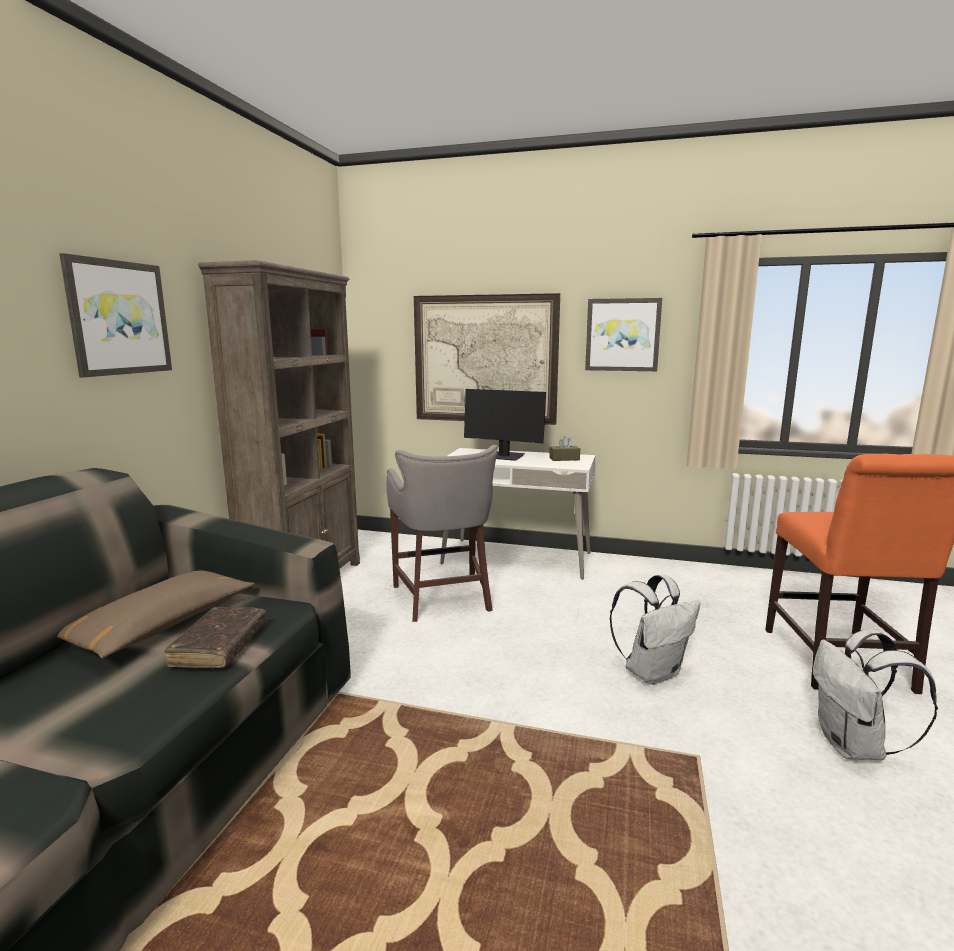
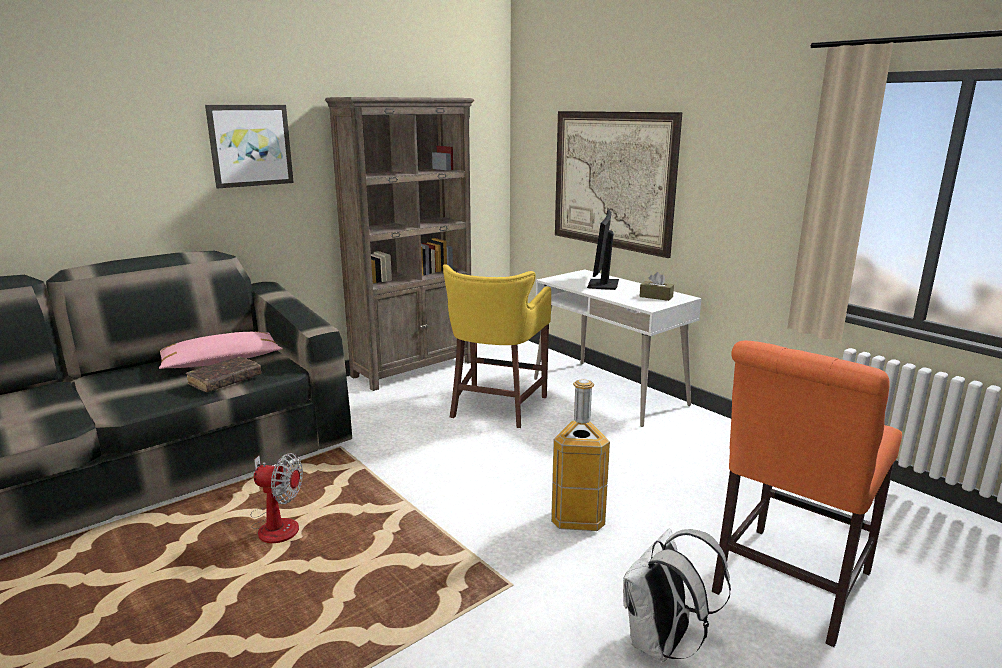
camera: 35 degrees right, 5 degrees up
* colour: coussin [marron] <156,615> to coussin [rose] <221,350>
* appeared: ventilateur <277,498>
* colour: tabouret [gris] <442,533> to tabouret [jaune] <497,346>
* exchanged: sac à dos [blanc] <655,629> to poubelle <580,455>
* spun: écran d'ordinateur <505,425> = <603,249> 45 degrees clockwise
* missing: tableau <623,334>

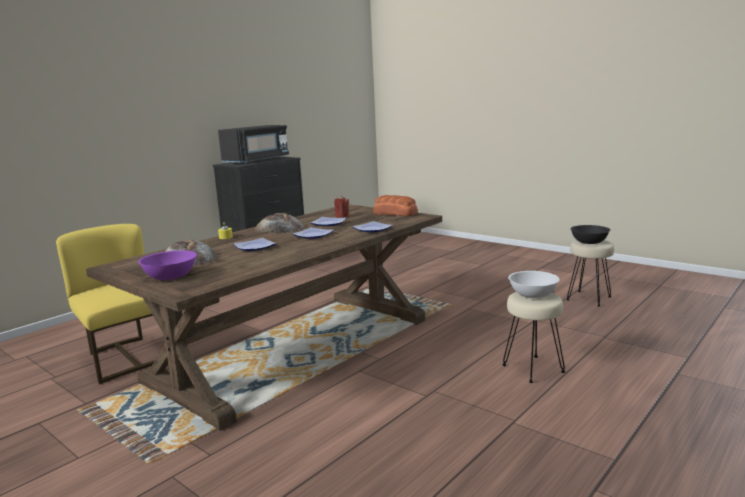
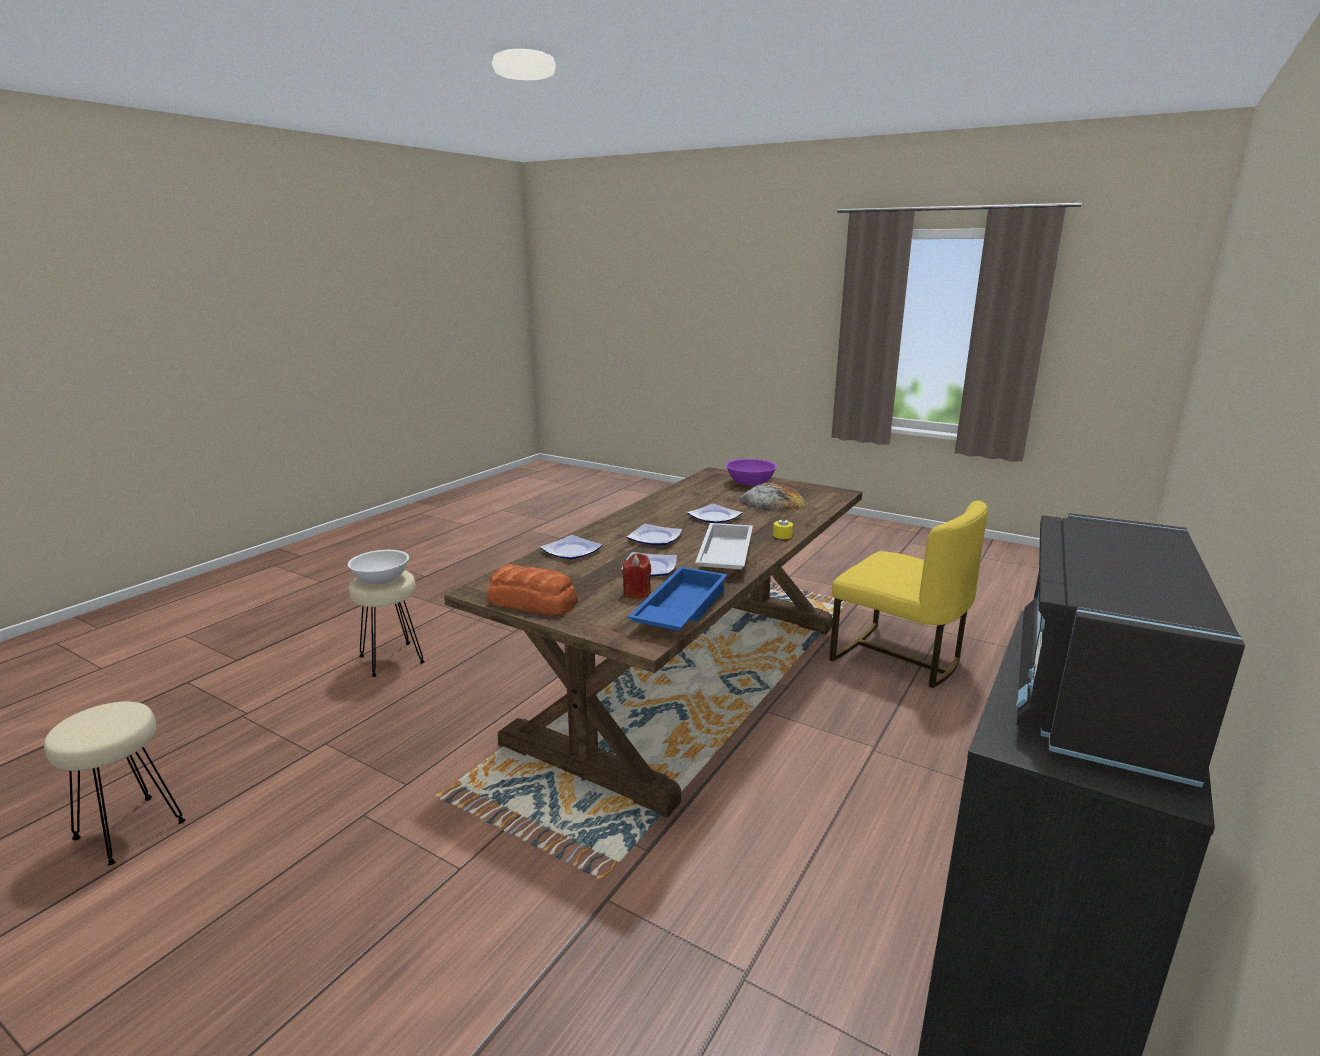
camera: 170 degrees right, 5 degrees up
* appeared: plateau [bleu] <678,598>
* exchanged: pain <280,223> to plateau [blanc] <724,546>
* missing: bol [noir] <590,234>

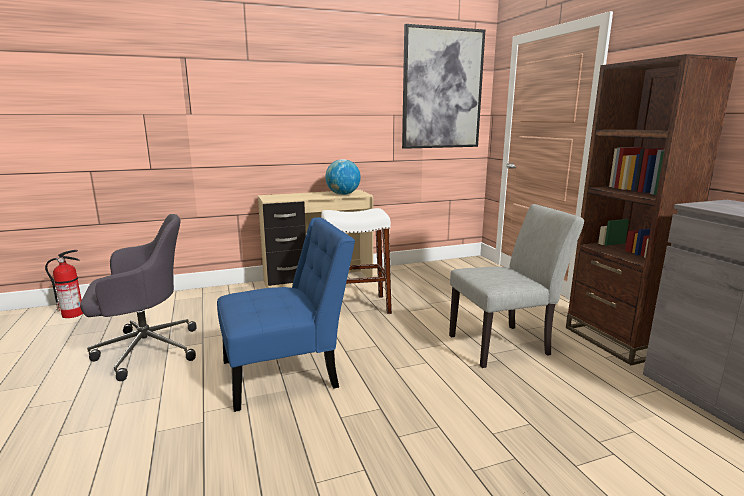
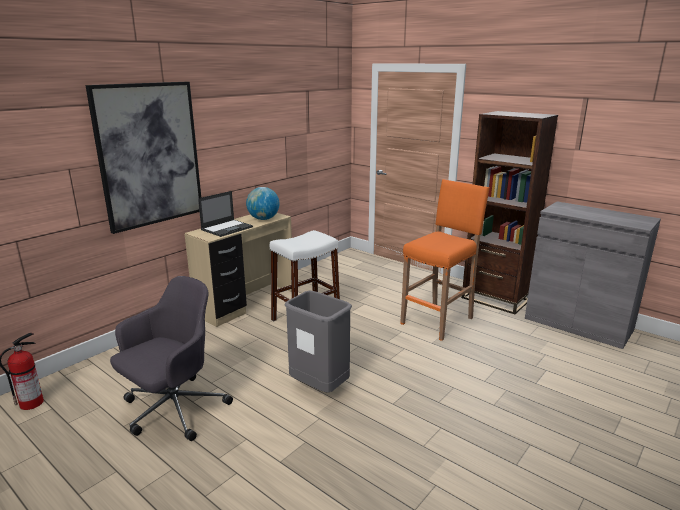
camera: 30 degrees left, 5 degrees up
* relocated: tableau <443,86> to <143,158>
* appeared: ordinateur portable <225,214>
* exchanged: chaise [bleu] <286,314> to poubelle [gris] <318,342>
* exchanged: chaise [gris] <516,286> to tabouret [orange] <445,260>

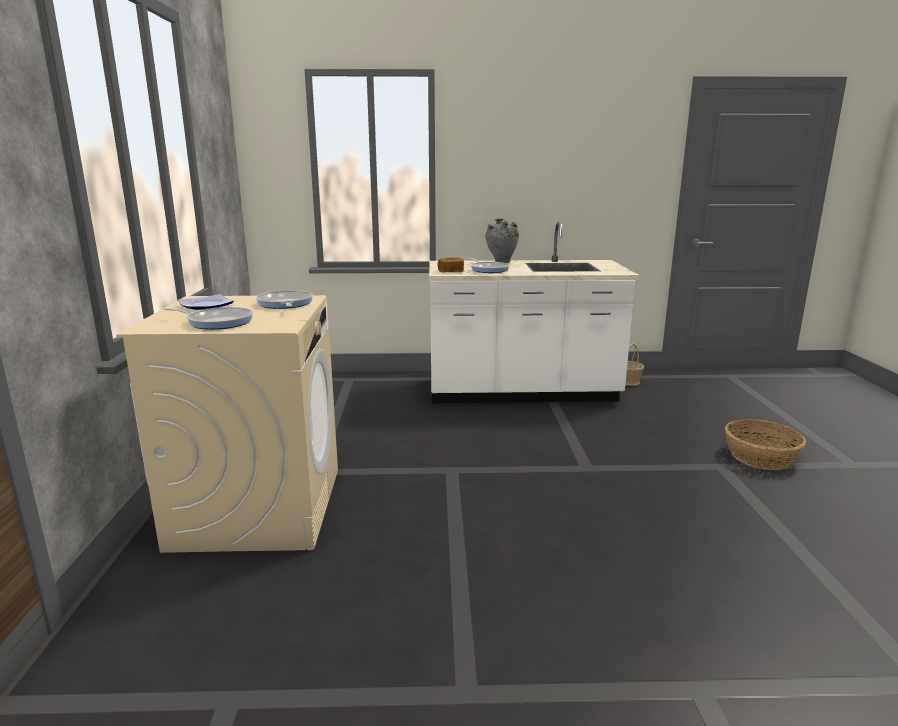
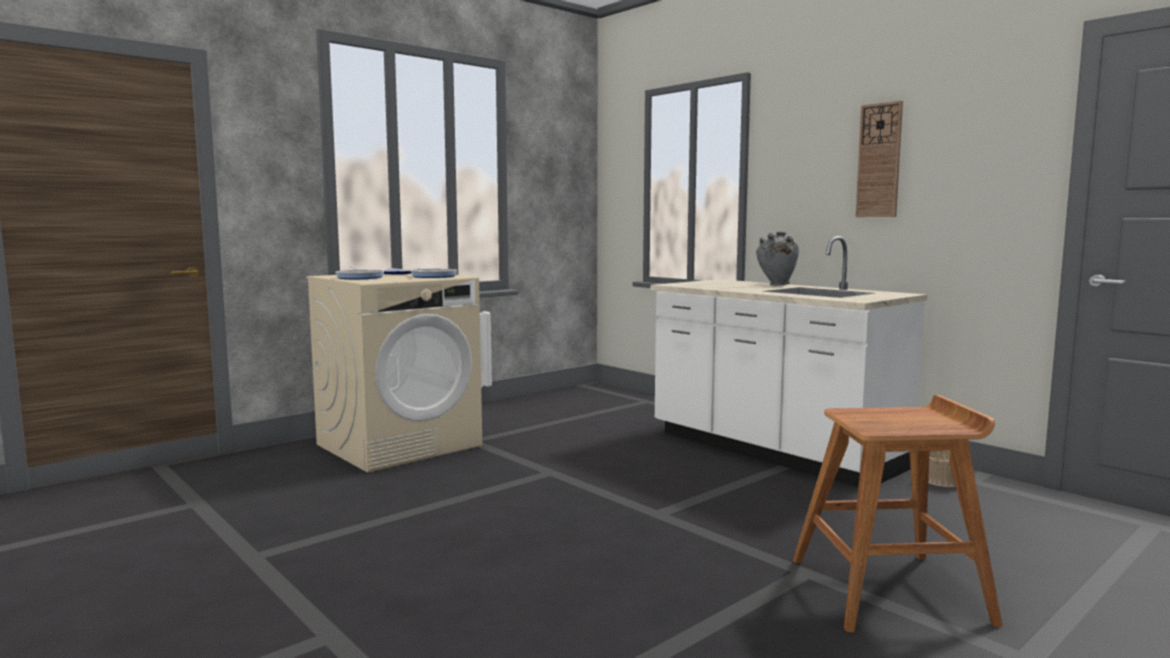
camera: 50 degrees right, 10 degrees down
* exchanged: panier <765,444> to tabouret [marron] <898,513>
* appeared: horloge murale <879,159>
* missing: pain <450,264>
* missing: poêle <489,265>

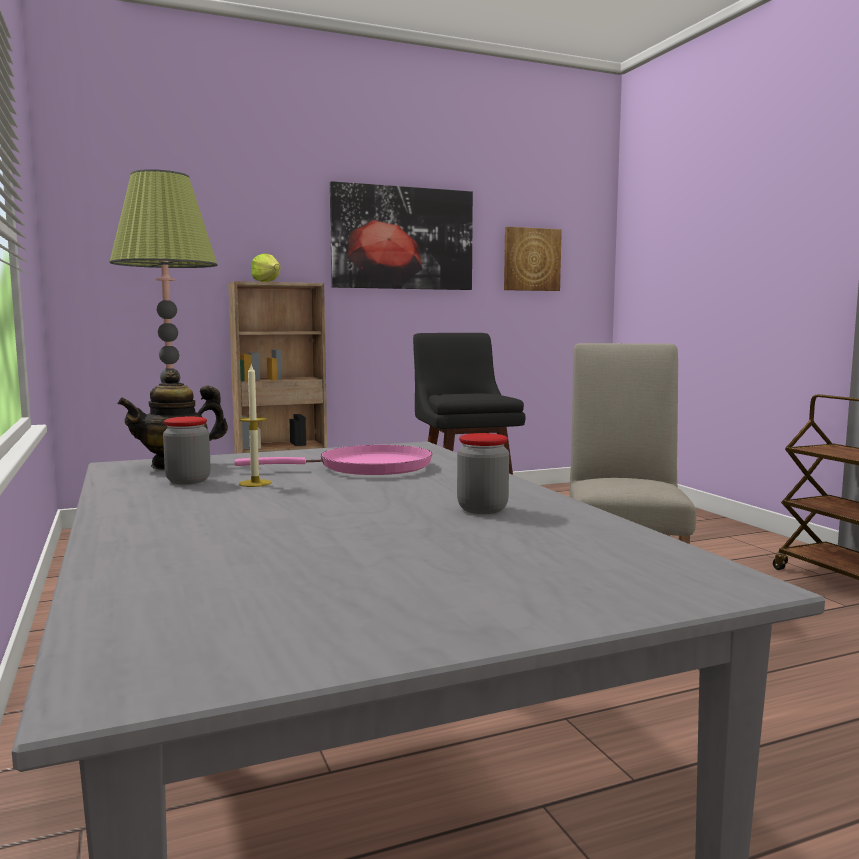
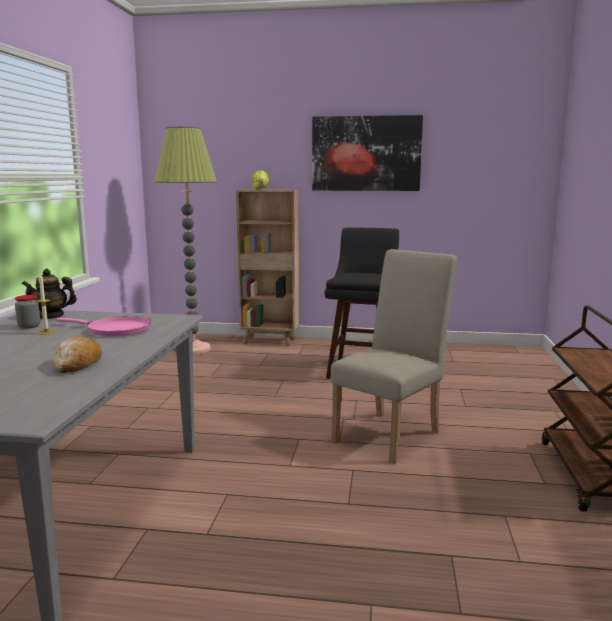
camera: 30 degrees right, 5 degrees up
* exchanged: bocal <483,473> to pain <76,355>
* missing: tableau <533,259>

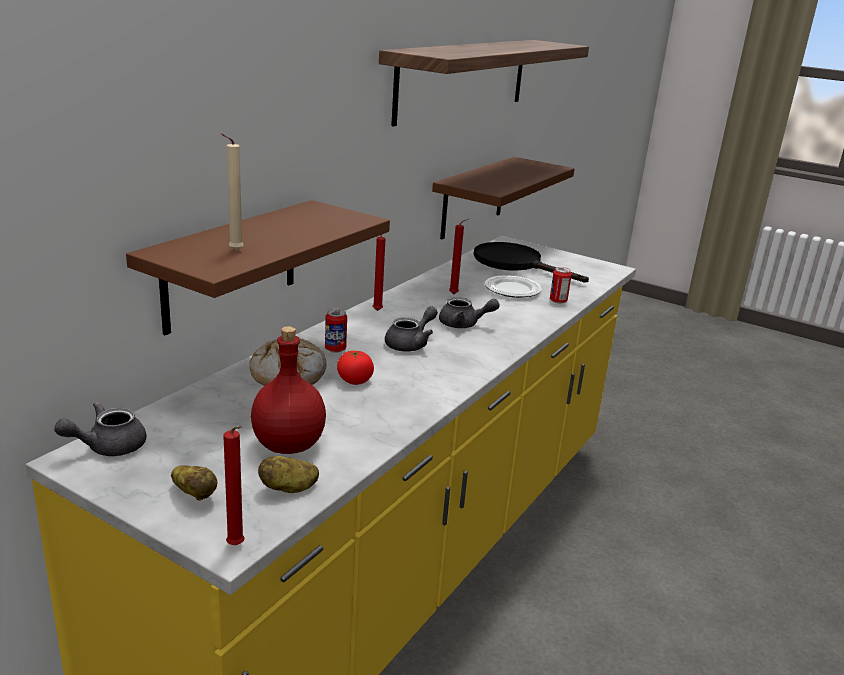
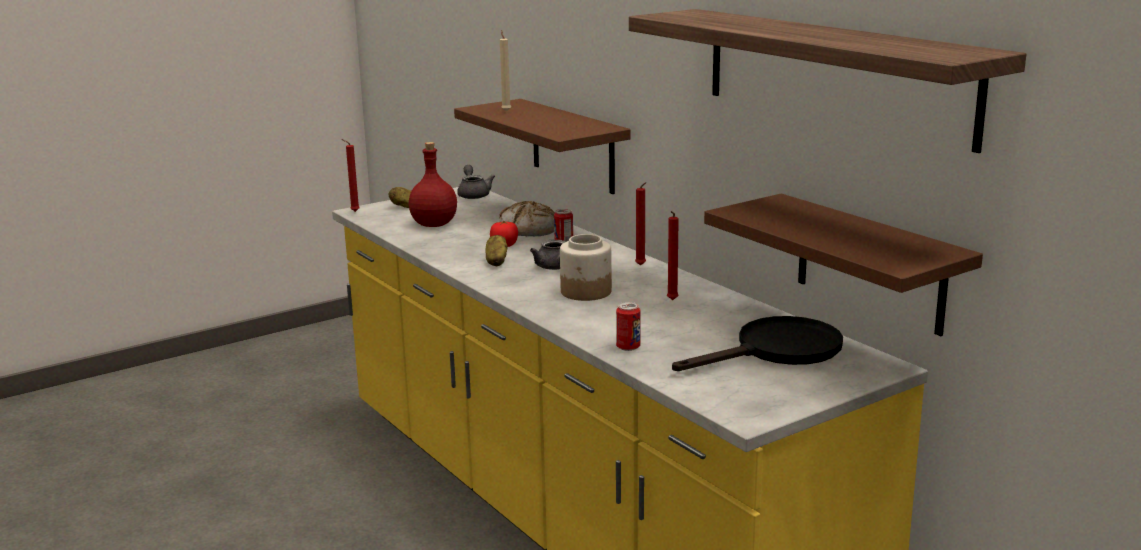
camera: 115 degrees right, 5 degrees down
* relocated: pomme de terre <288,474> to <496,251>
* exchanged: théière [gris] <469,312> to bocal <586,267>
* missing: assiette <513,286>

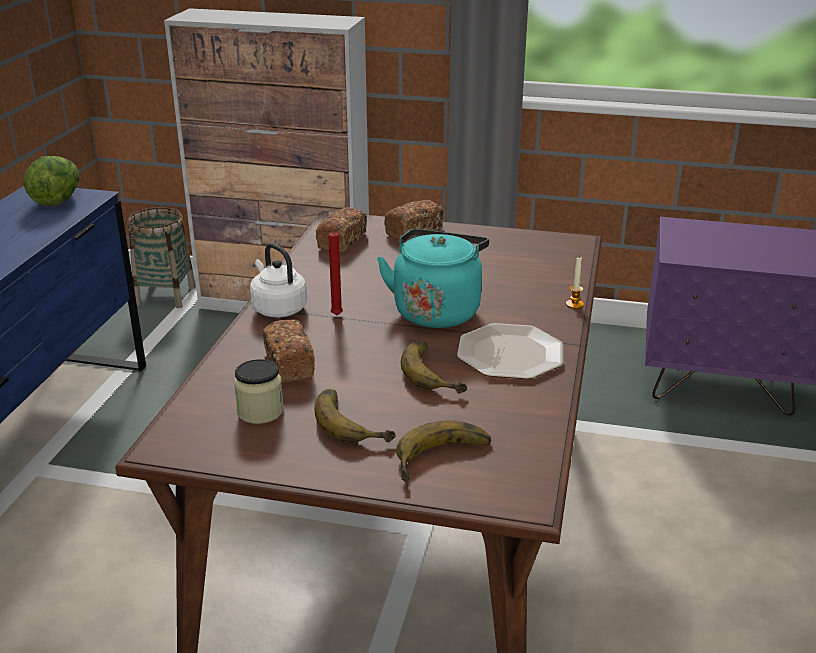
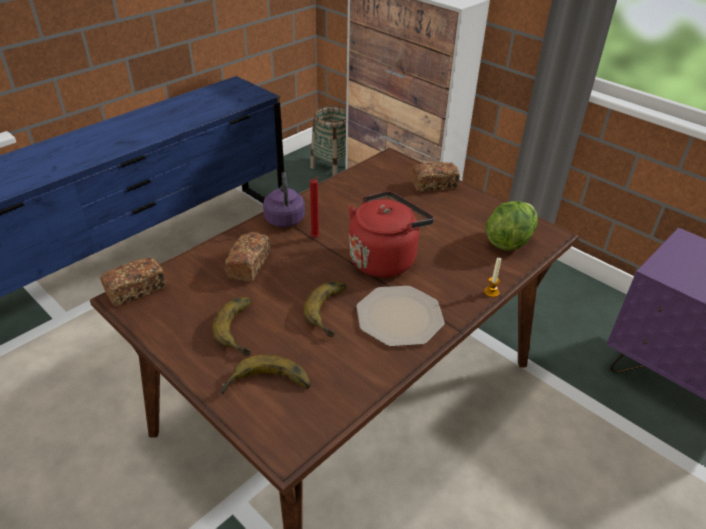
camera: 30 degrees right, 10 degrees up
* relocated: pain <341,230> to <133,282>
* colour: bouilloire [blanc] <278,280> to bouilloire [violet] <284,199>
* colour: bouilloire [turquoise] <433,278> to bouilloire [rouge] <391,234>
* relocated: laitue <51,181> to <512,226>
* missing: bocal <259,391>

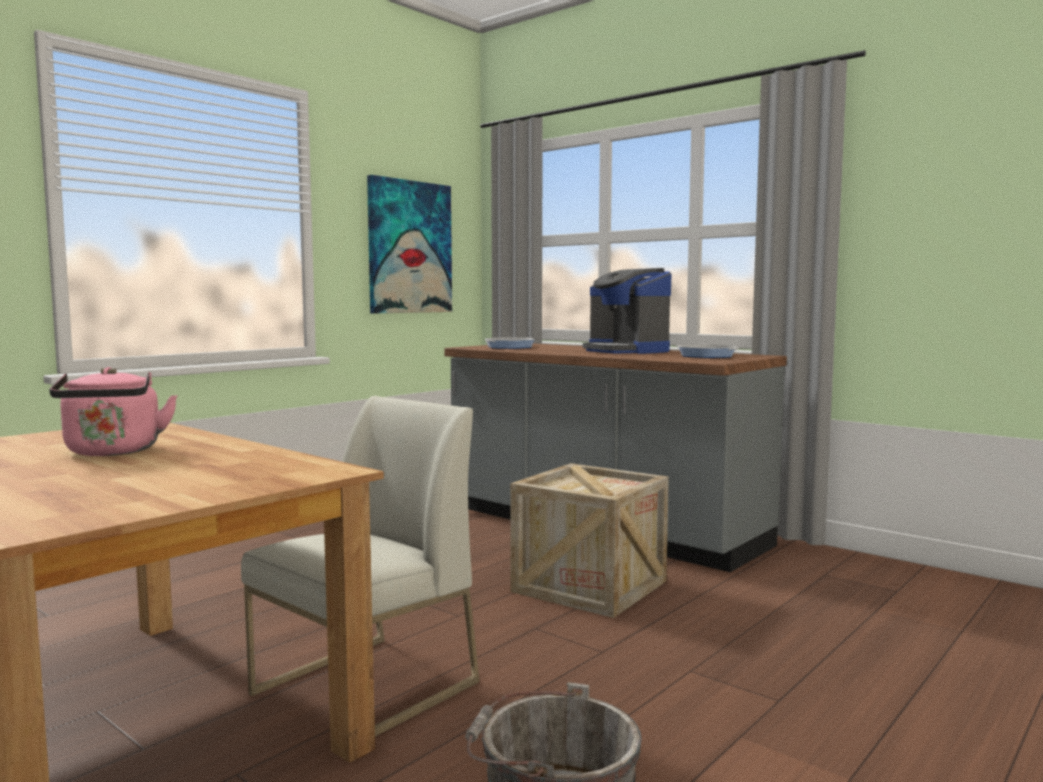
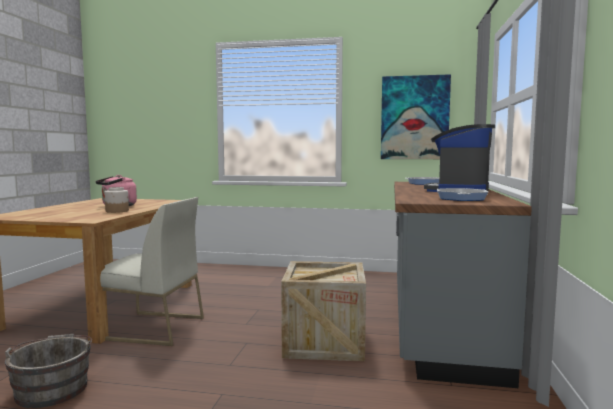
camera: 60 degrees right, 0 degrees up
* appeared: bocal <117,200>

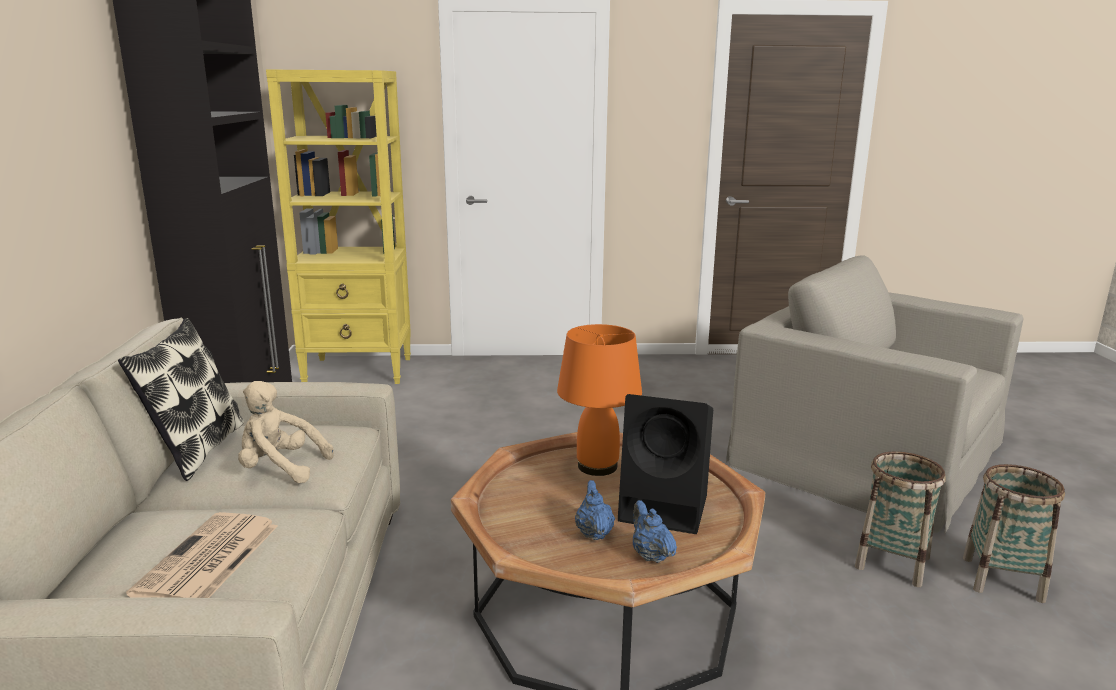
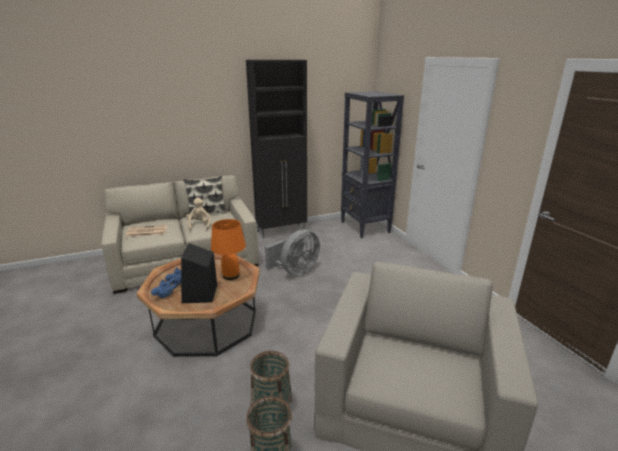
camera: 70 degrees right, 5 degrees up
* appeared: ventilateur [gris] <292,252>
* colour: bibliothèque [jaune] <338,226> to bibliothèque [noir] <372,164>

